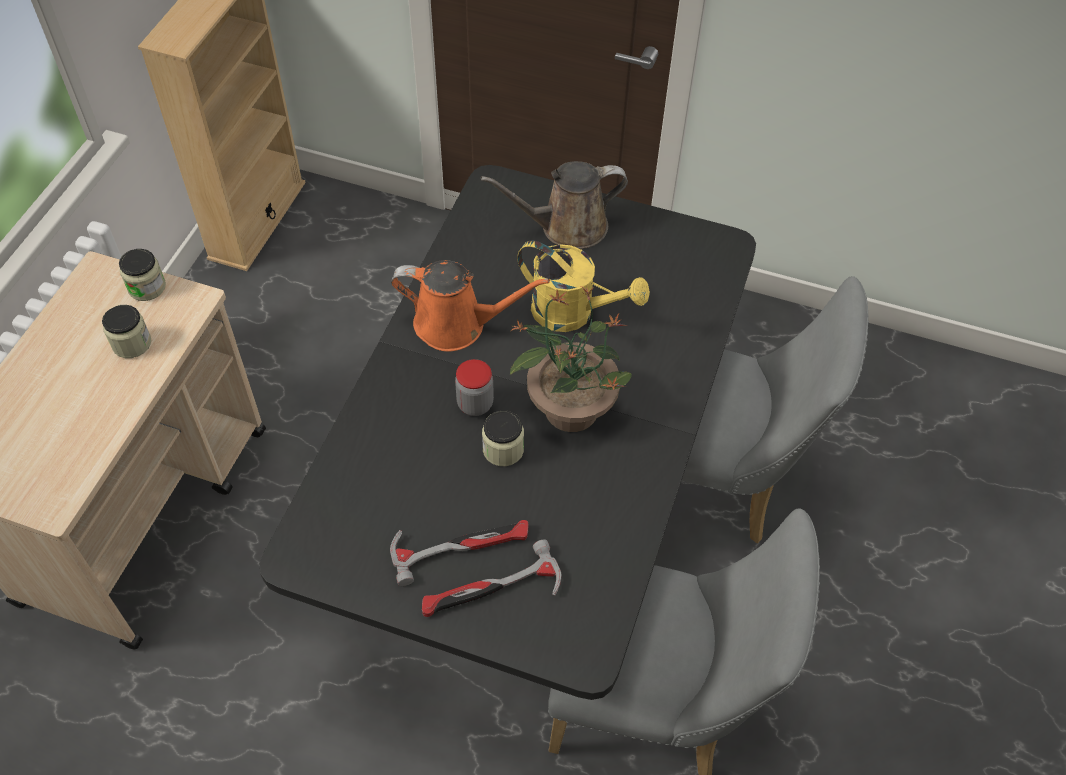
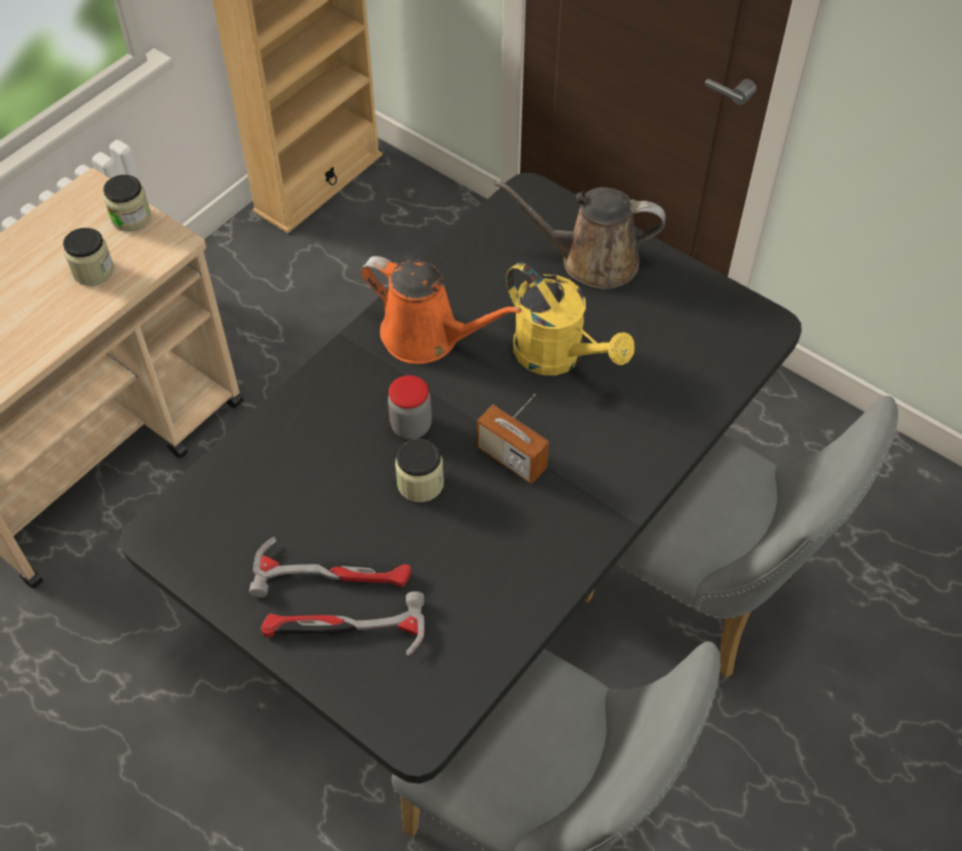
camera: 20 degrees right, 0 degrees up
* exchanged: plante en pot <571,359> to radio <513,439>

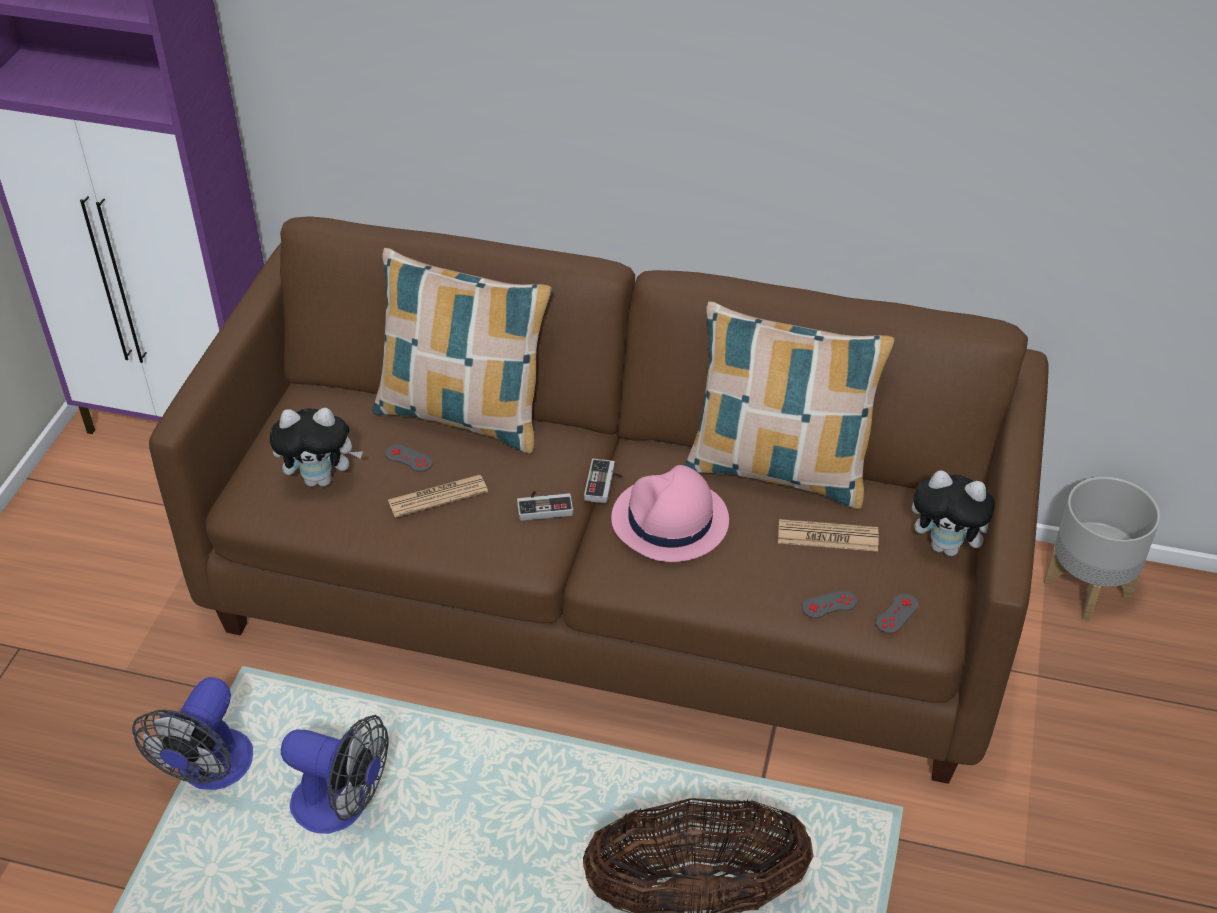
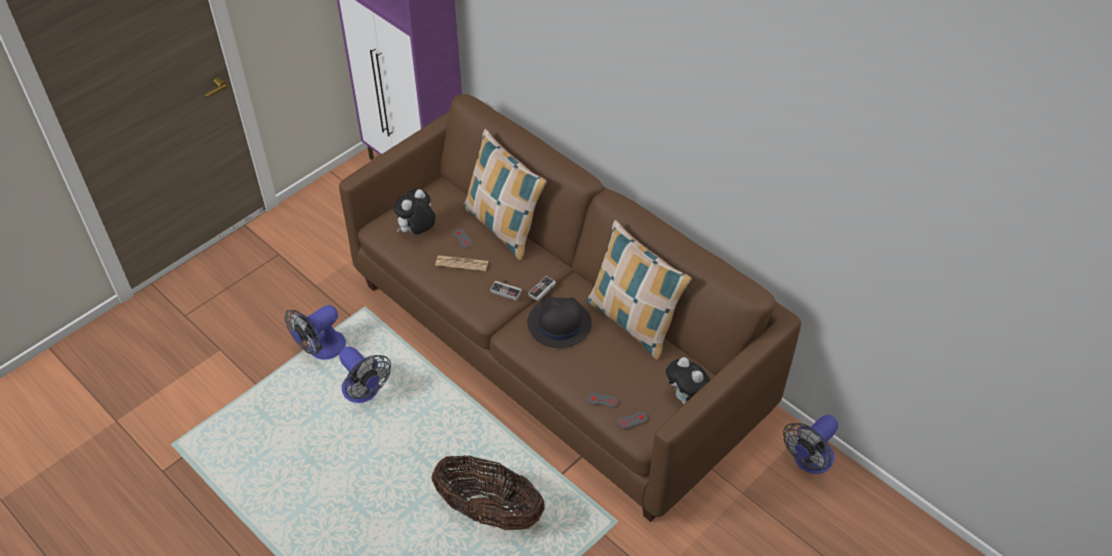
camera: 30 degrees right, 5 degrees up
* spun: peluche <316,447> = <414,211> 105 degrees clockwise
* colour: chapeau [rose] <670,513> to chapeau [noir] <559,322>
* exchanged: cache-pot [gris] <1102,549> to ventilateur <810,444>
* missing: journal <828,535>

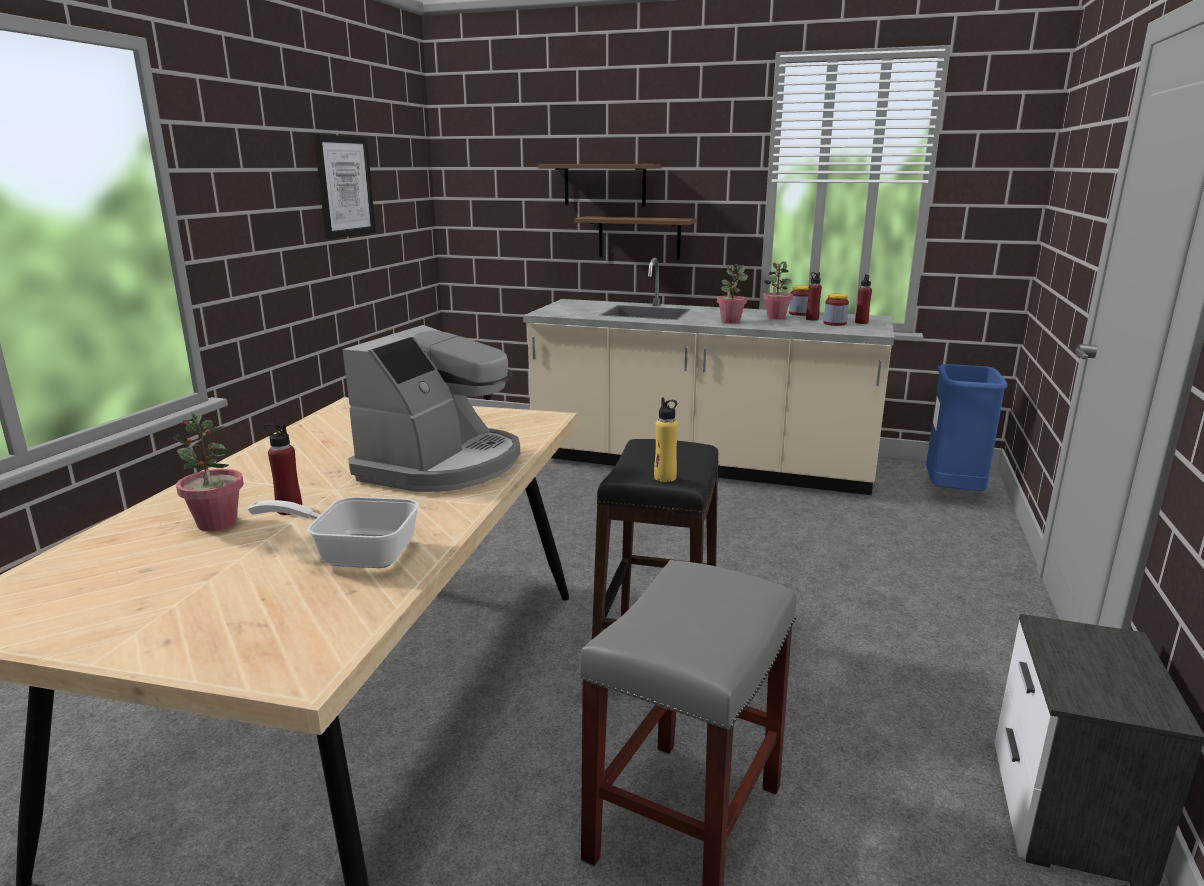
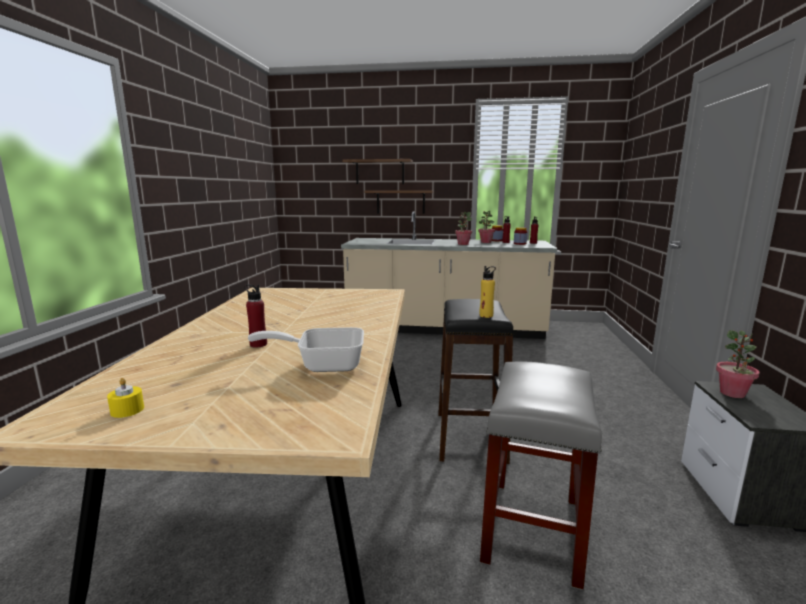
camera: 10 degrees left, 5 degrees down
* appeared: bougie [jaune] <125,398>
* relocated: plante en pot <208,472> to <738,364>
* missing: tableau <345,186>
* missing: machine à café <431,408>
* missing: poubelle [bleu] <967,427>

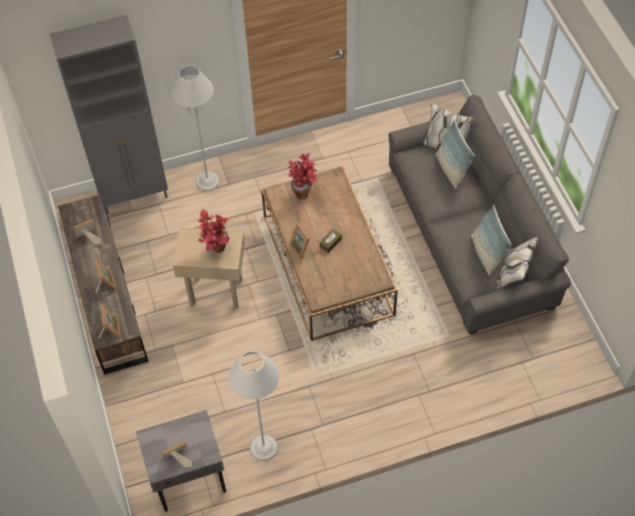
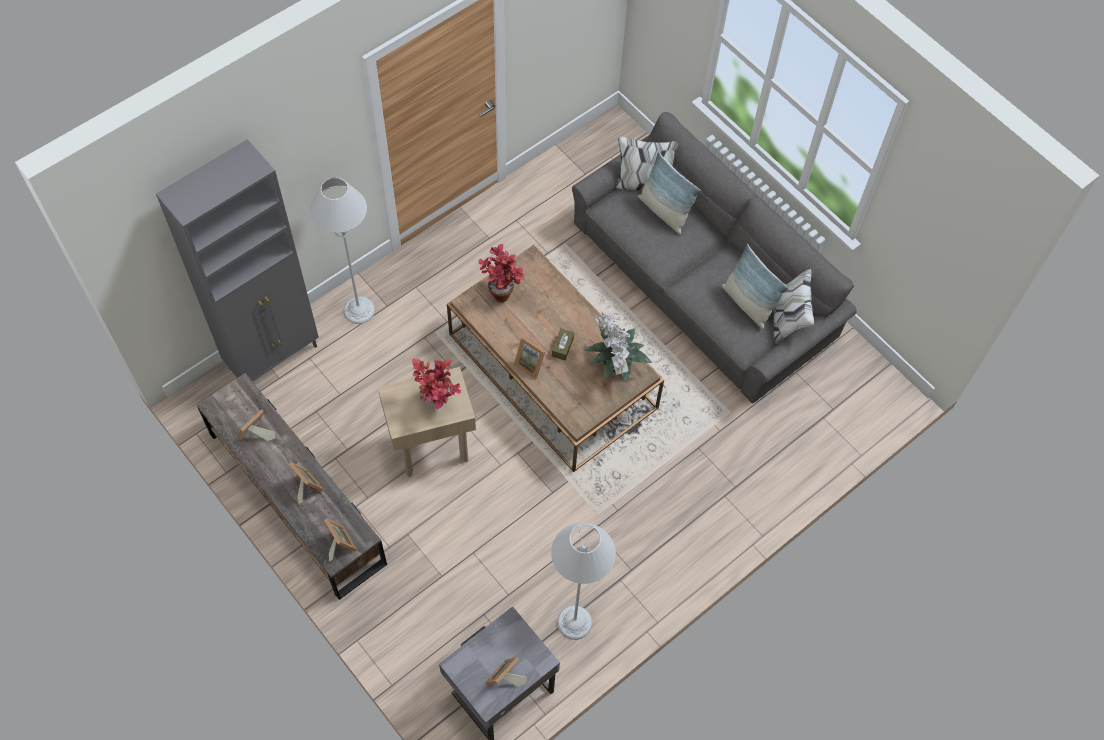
camera: 25 degrees left, 5 degrees up
* appeared: plante en pot <618,347>

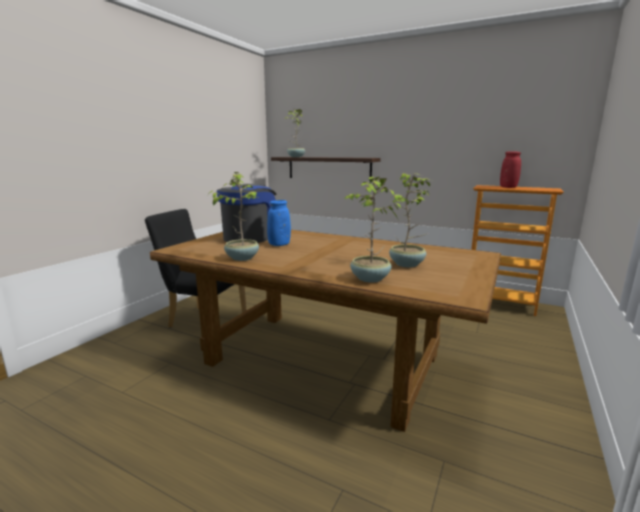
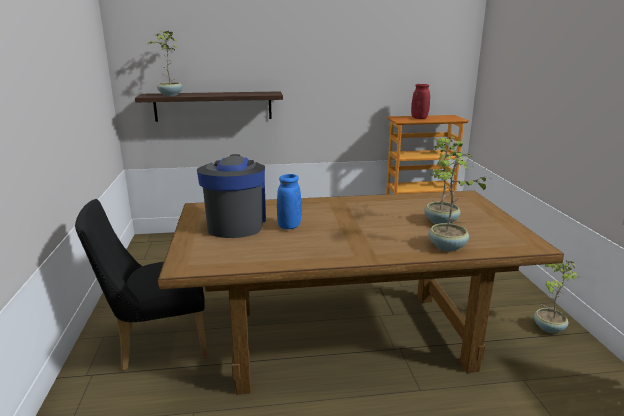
camera: 35 degrees left, 5 degrees up
* relocated: plante en pot <234,216> to <556,296>

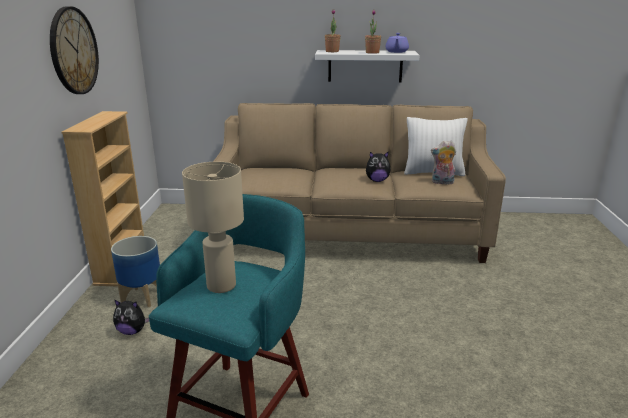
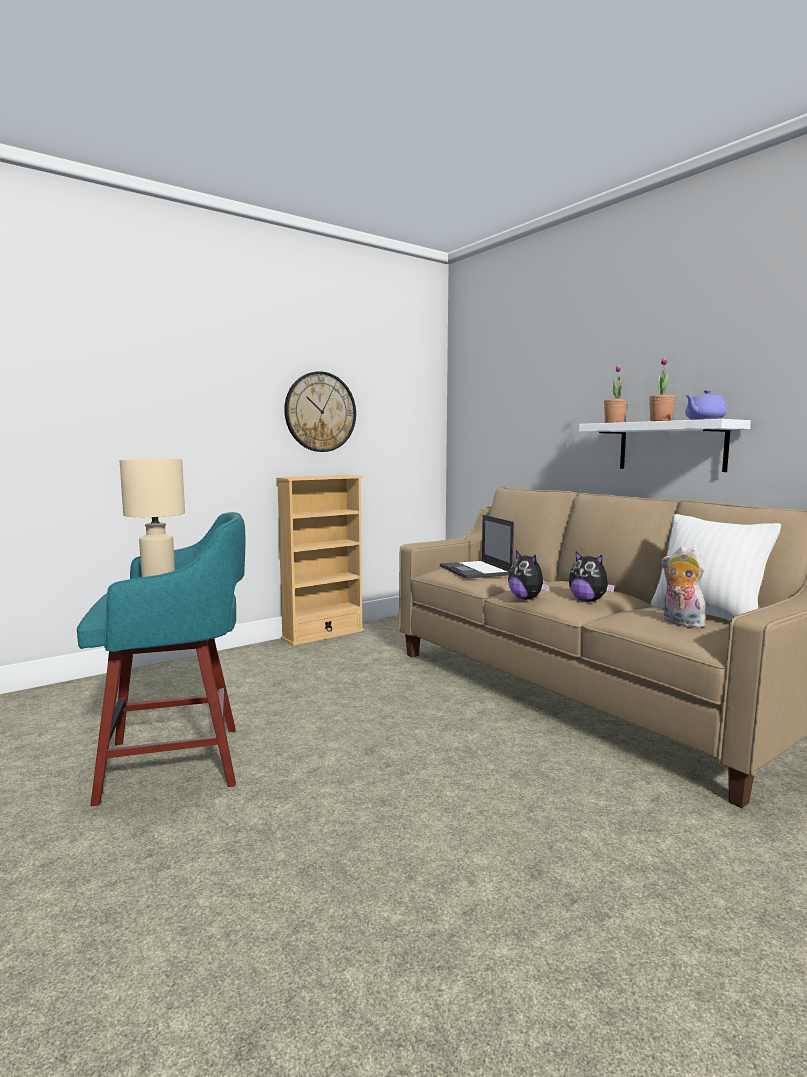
camera: 50 degrees right, 15 degrees down
* appeared: ordinateur portable <477,547>
* relocated: peluche <131,317> to <529,575>
* missing: cache-pot <135,271>

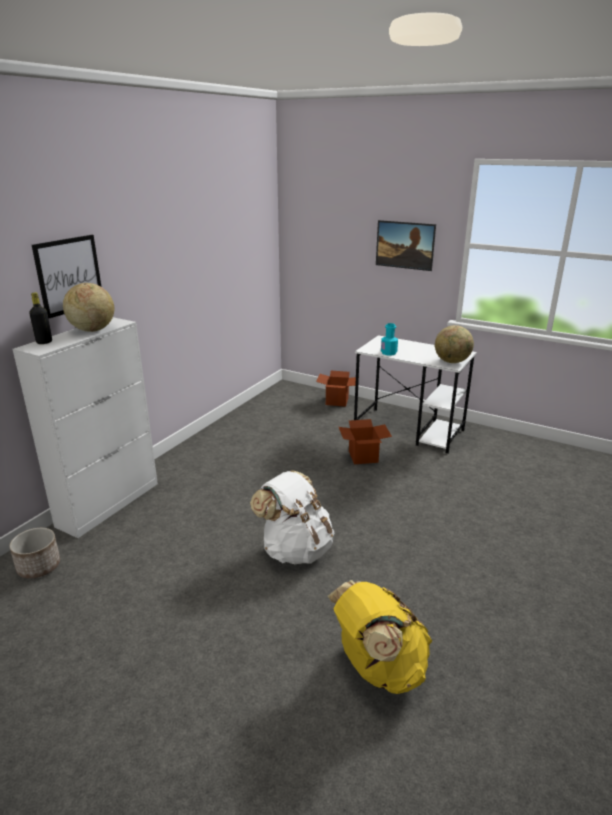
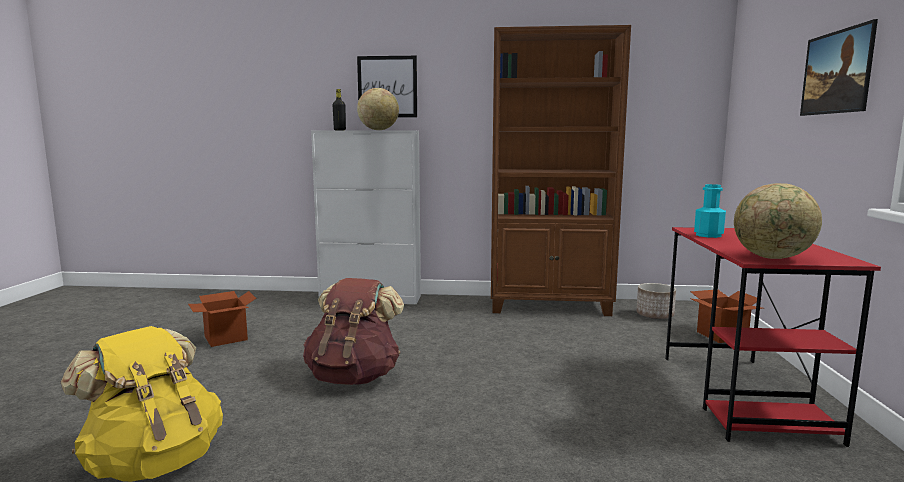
camera: 65 degrees right, 15 degrees down
* relocated: carton <365,441> to <222,319>
* colour: sac à dos [blanc] <292,517> to sac à dos [marron] <353,331>
* appeared: bibliothèque [marron] <561,170>
* relocated: cache-pot <34,553> to <656,301>
* colour: bureau [blanc] <415,394> to bureau [rouge] <773,337>

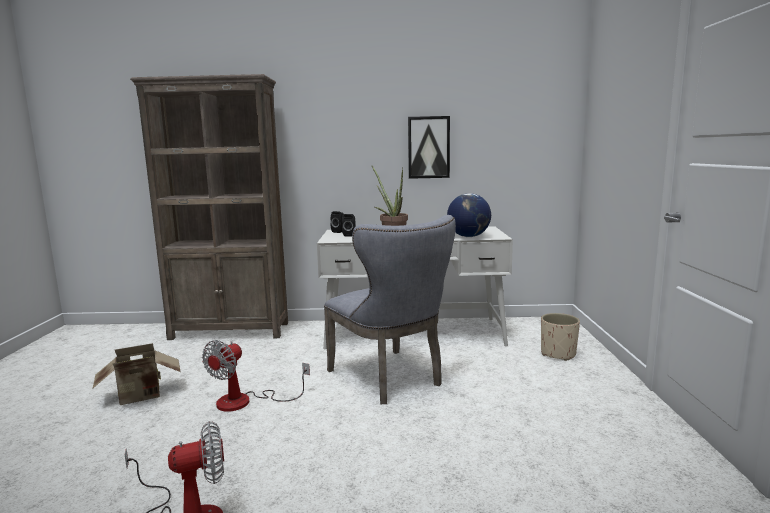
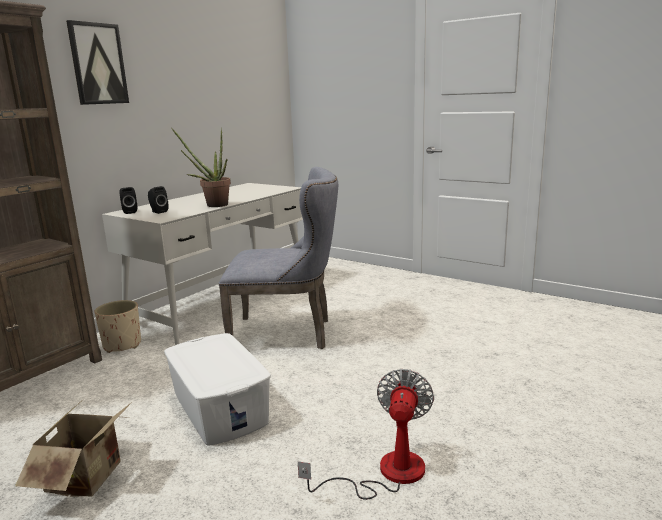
camera: 55 degrees left, 5 degrees up
* relocated: tableau <429,147> to <97,62>
* relocated: cache-pot [beige] <560,337> to <117,326>
* exchanged: ventilateur <256,376> to boîte de rangement [blanc] <217,389>
* missing: globe <469,215>

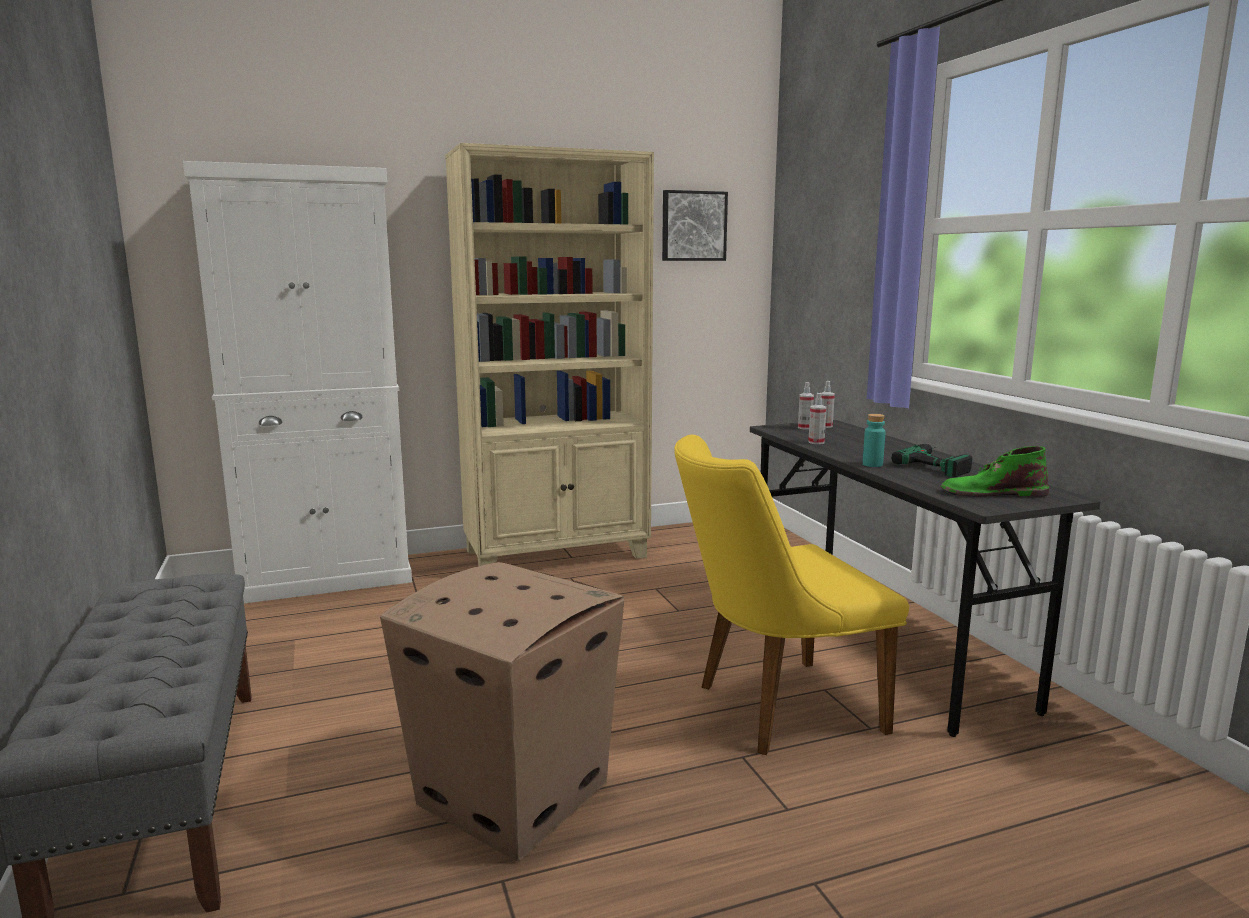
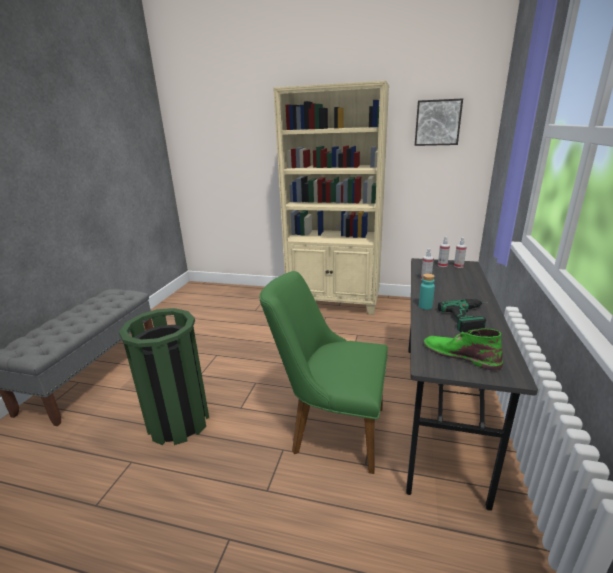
camera: 35 degrees right, 10 degrees up
* exchanged: carton <502,711> to poubelle [vert] <164,376>
* colour: chaise [jaune] <791,595> to chaise [vert] <323,372>
* missing: meuble de rangement [blanc] <297,382>

